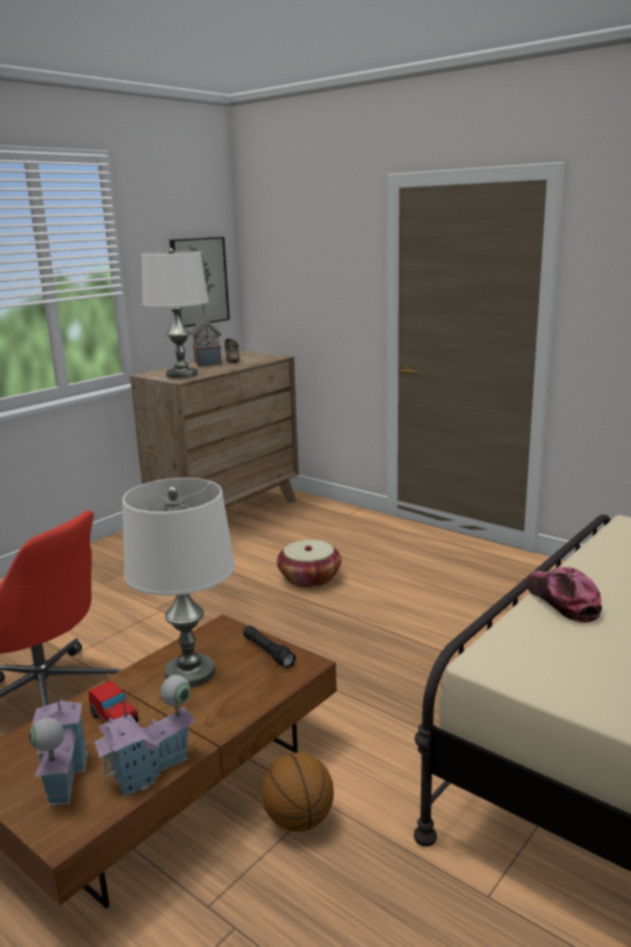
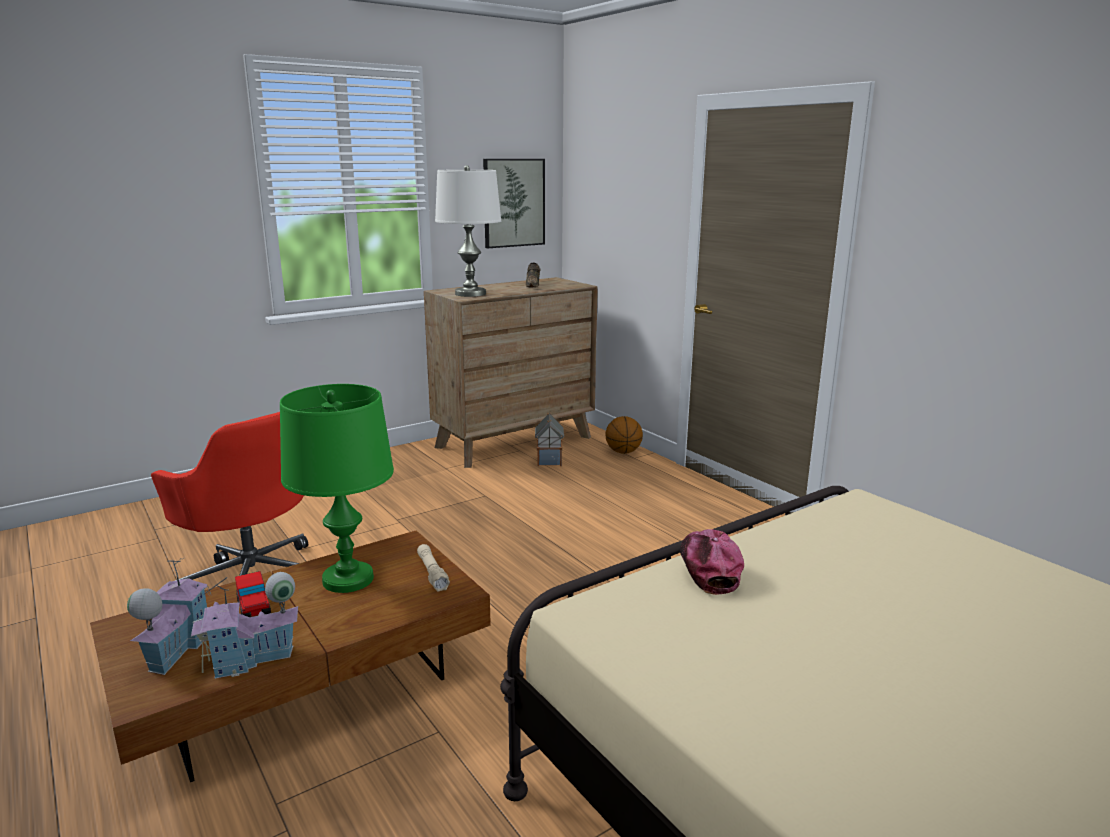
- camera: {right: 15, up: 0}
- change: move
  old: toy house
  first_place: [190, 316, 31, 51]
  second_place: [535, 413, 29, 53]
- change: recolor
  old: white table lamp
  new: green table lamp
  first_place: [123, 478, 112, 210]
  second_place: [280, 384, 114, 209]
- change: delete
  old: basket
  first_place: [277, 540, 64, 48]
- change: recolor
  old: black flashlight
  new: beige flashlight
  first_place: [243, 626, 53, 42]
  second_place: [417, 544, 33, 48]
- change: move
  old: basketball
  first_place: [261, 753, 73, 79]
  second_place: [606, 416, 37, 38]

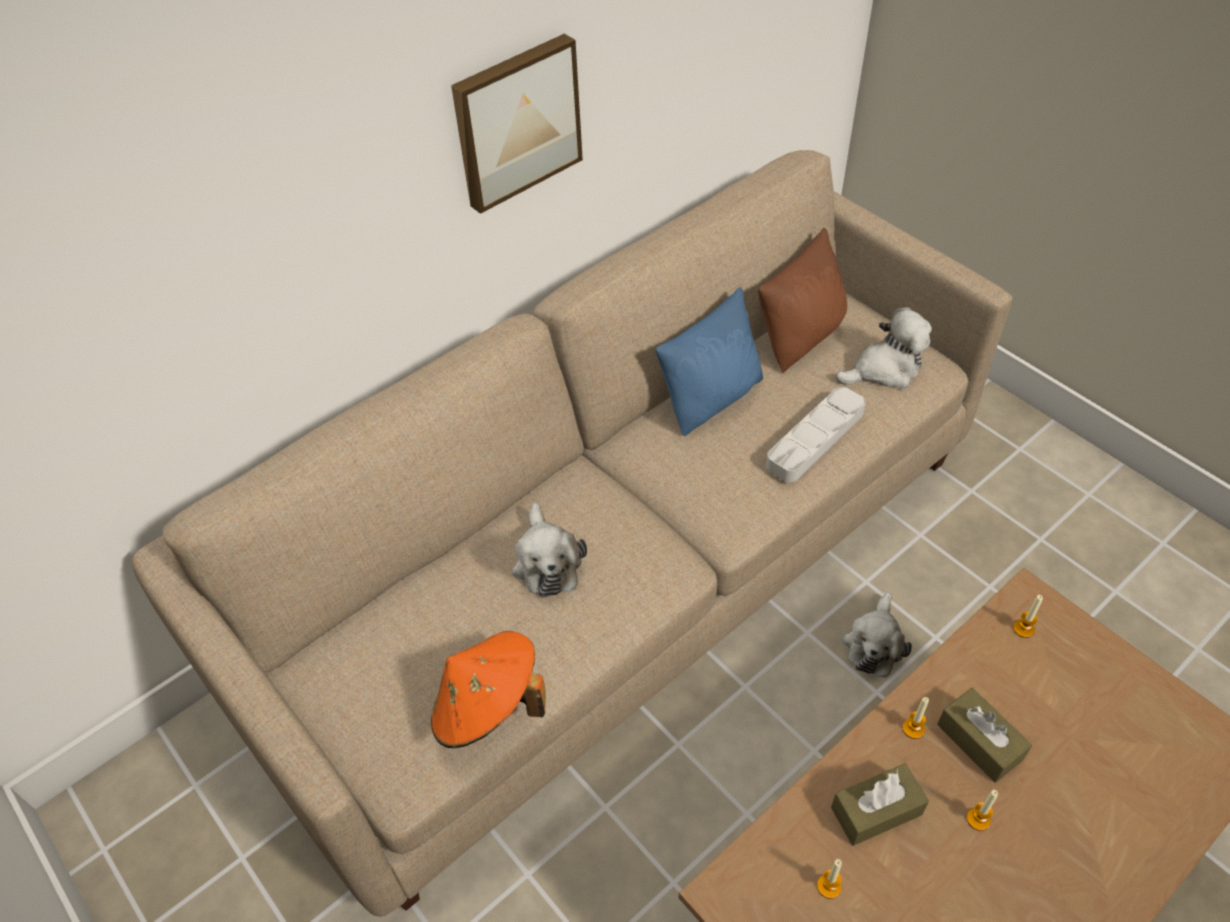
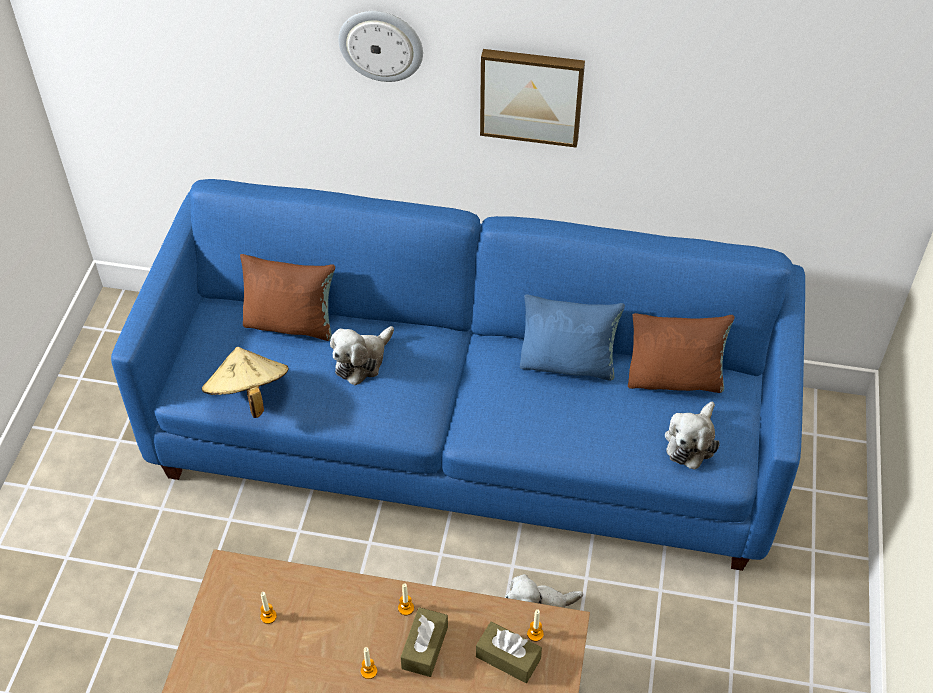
- camera: {right: 50, up: 0}
- change: recolor
  old: beige sofa
  new: blue sofa
  first_place: [132, 150, 880, 767]
  second_place: [111, 179, 694, 392]
- change: rotate
  old: plush toy
  first_place: [835, 307, 97, 82]
  second_place: [665, 402, 55, 68]
  degrees: 90
- change: delete
  old: grey tray
  first_place: [766, 387, 100, 95]
- change: recolor
  old: orange hat
  new: beige hat
  first_place: [431, 631, 115, 117]
  second_place: [202, 347, 87, 71]
- change: move
  old: brown tissue box
  first_place: [831, 763, 98, 83]
  second_place: [476, 621, 66, 62]
- change: insert
  new: wall clock
  second_place: [338, 11, 85, 71]
- change: insert
  new: brown pillow
  second_place: [240, 254, 95, 87]

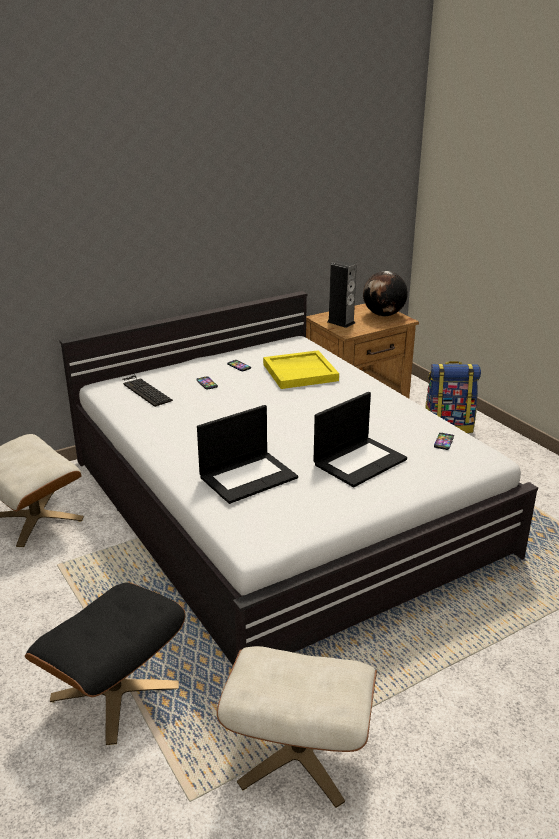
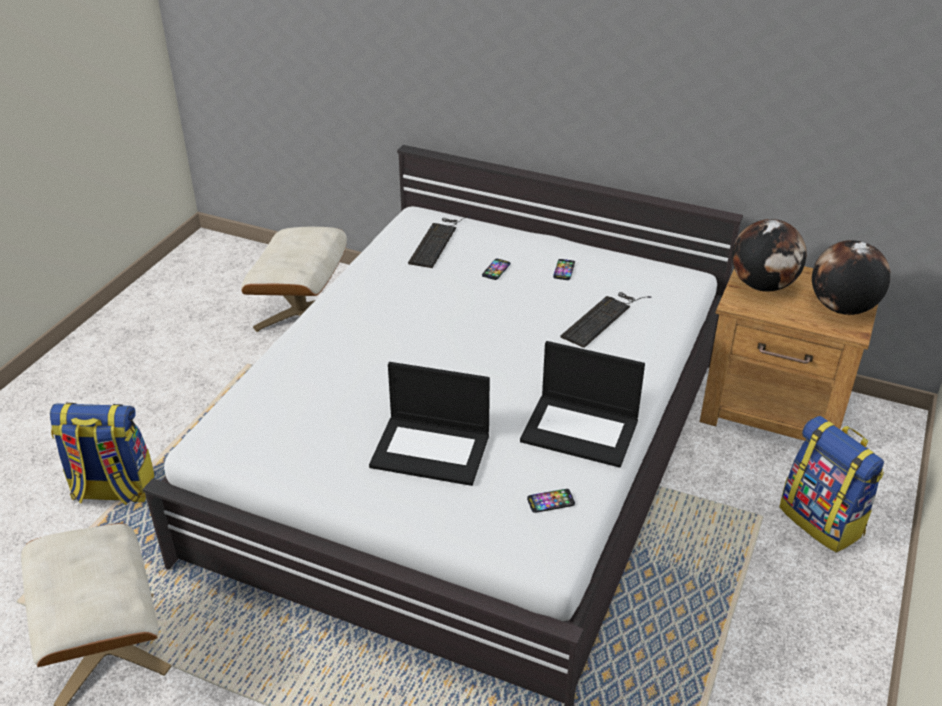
- camera: {right: 55, up: 10}
- change: replace
  old: speaker
  new: globe
  first_place: [327, 260, 29, 68]
  second_place: [732, 219, 75, 73]
- change: replace
  old: yellow tray
  new: keyboard
  first_place: [263, 350, 76, 39]
  second_place: [561, 292, 90, 56]
- change: move
  old: laptop
  first_place: [197, 405, 101, 99]
  second_place: [520, 341, 125, 127]
- change: replace
  old: black ottoman
  new: backpack
  first_place: [25, 583, 160, 162]
  second_place: [50, 403, 105, 102]

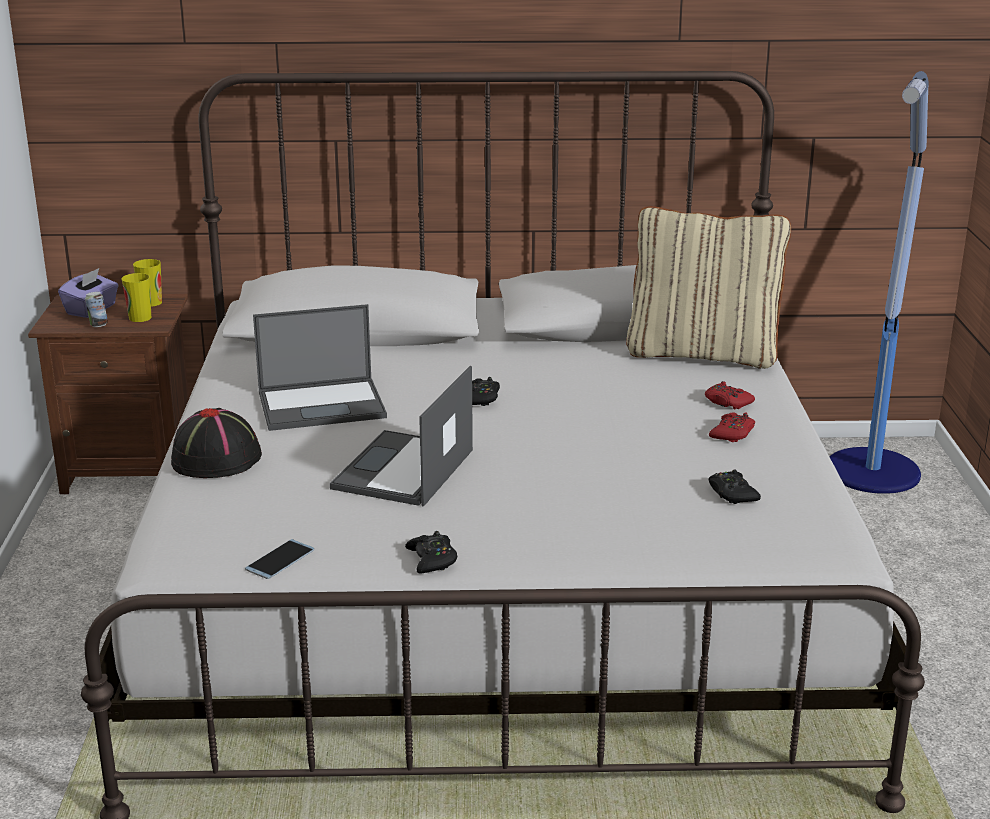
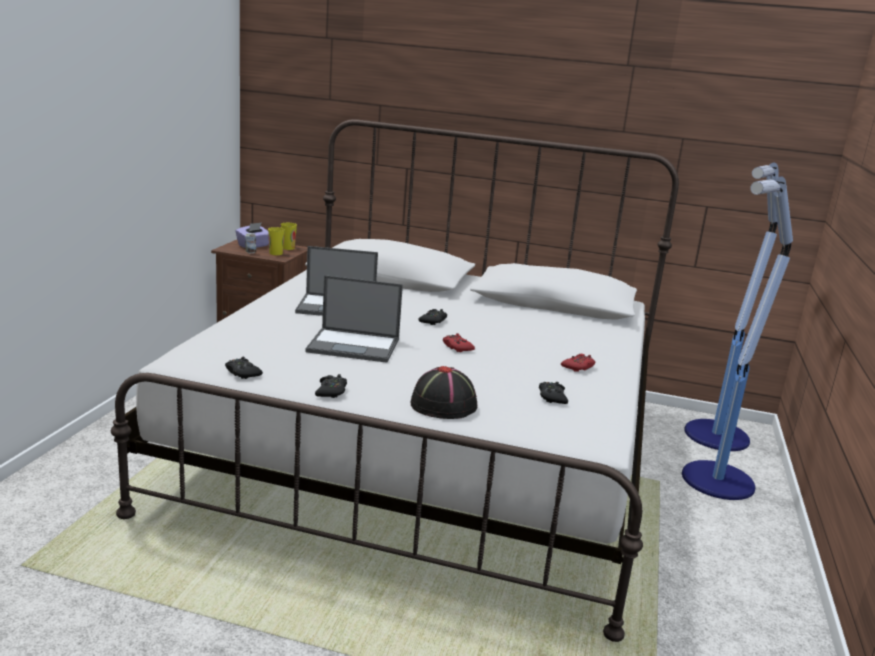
- camera: {right: 15, up: -5}
- change: delete
  old: beige pillow
  first_place: [626, 206, 165, 163]
- change: rotate
  old: laptop
  first_place: [330, 366, 143, 140]
  second_place: [305, 275, 98, 88]
  degrees: -120
- change: move
  old: red game controller
  first_place: [705, 381, 50, 28]
  second_place: [443, 333, 32, 19]
- change: move
  old: black hat
  first_place: [171, 408, 91, 70]
  second_place: [411, 366, 66, 53]
- change: replace
  old: phone
  new: black game controller
  first_place: [245, 539, 70, 40]
  second_place: [225, 357, 38, 22]
- change: insert
  new: floor lamp
  second_place: [682, 176, 111, 324]

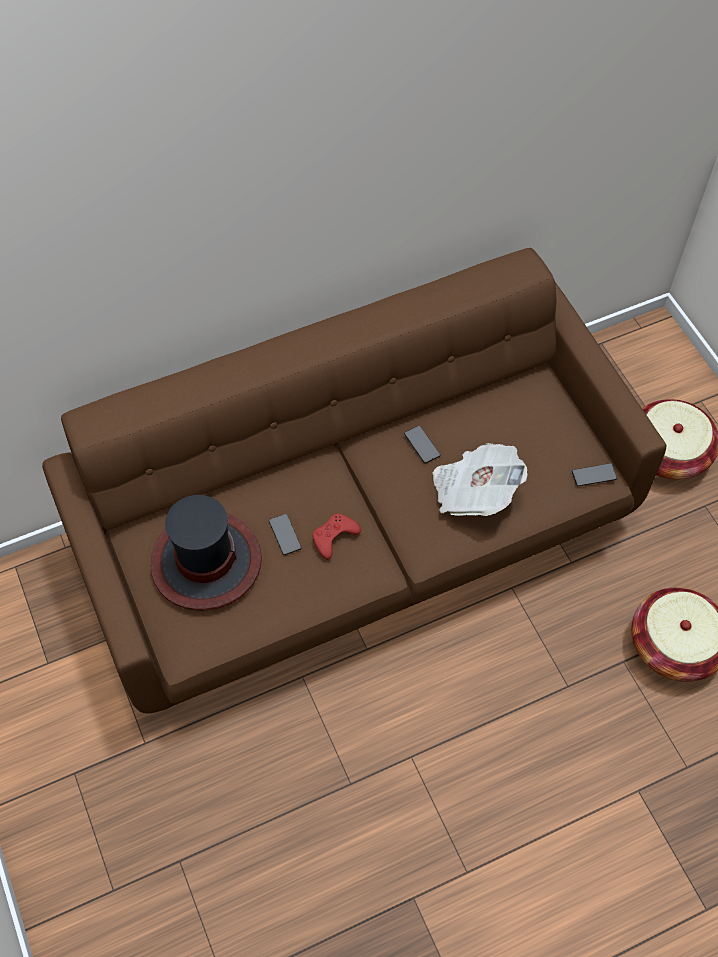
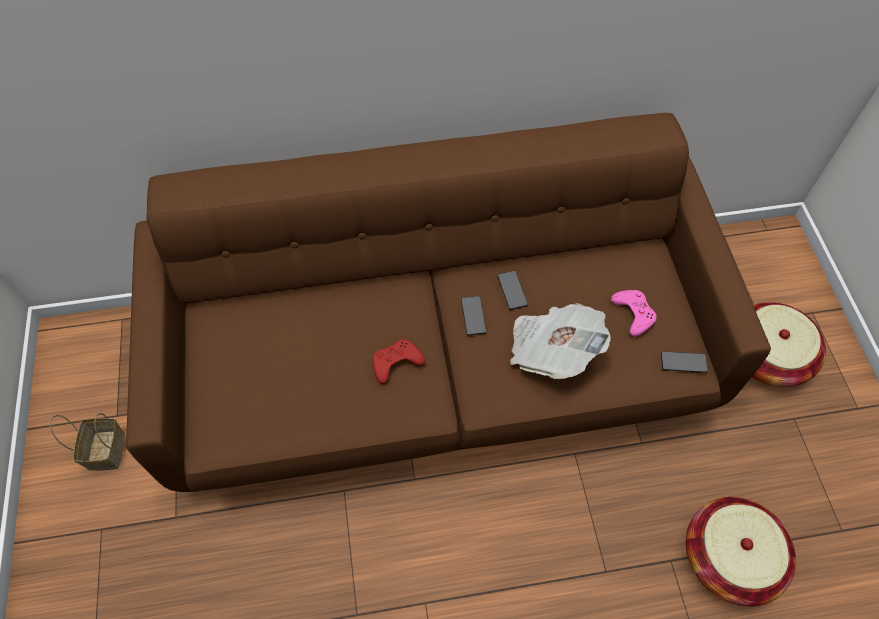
- camera: {right: 15, up: 0}
- change: delete
  old: hat
  first_place: [150, 495, 112, 116]
- change: move
  old: phone
  first_place: [269, 514, 33, 41]
  second_place: [461, 296, 26, 40]
- change: insert
  new: pink game controller
  second_place: [611, 290, 46, 47]
- change: insert
  new: basket
  second_place: [50, 413, 75, 58]

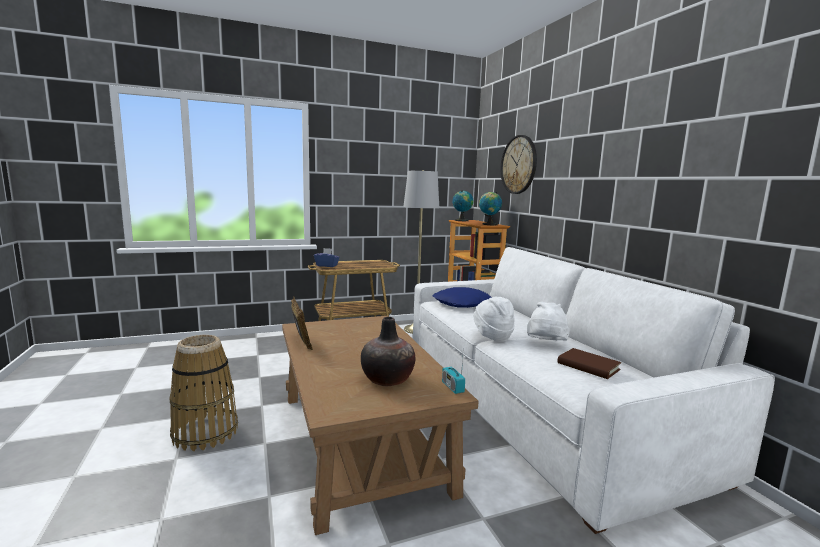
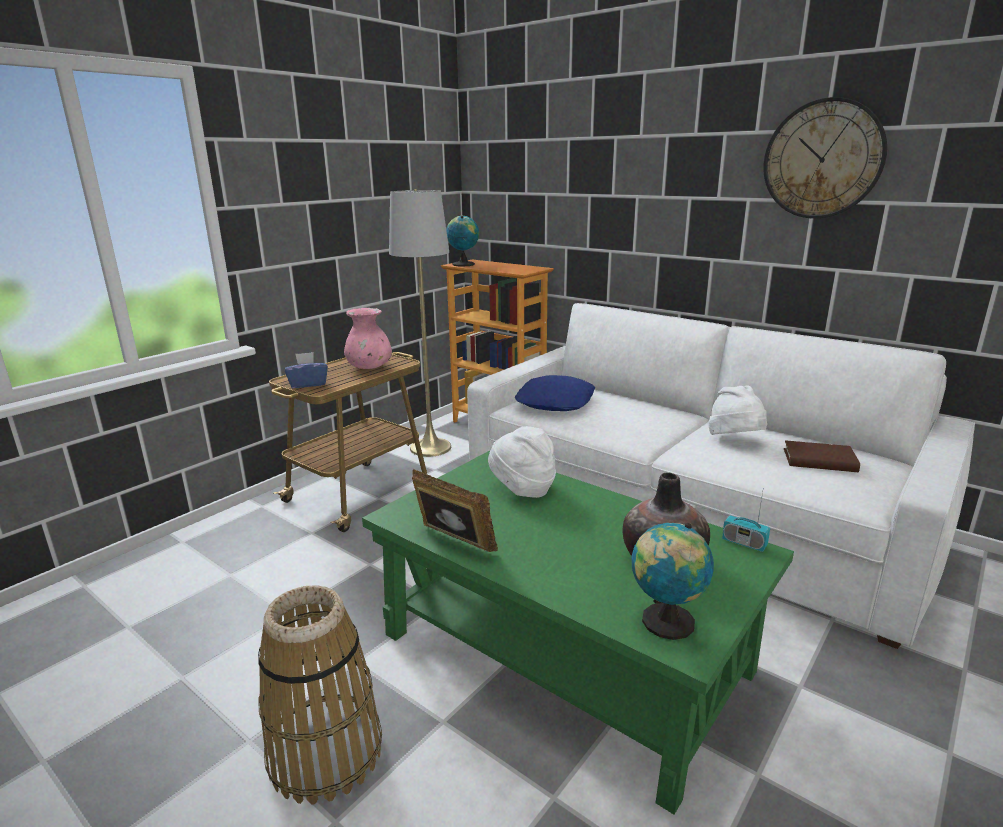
- camera: {right: -30, up: 10}
- change: move
  old: wall clock
  first_place: [501, 135, 36, 59]
  second_place: [763, 97, 124, 122]
- change: move
  old: globe
  first_place: [479, 192, 23, 33]
  second_place: [632, 523, 82, 117]
- change: move
  old: white hat
  first_place: [473, 296, 42, 46]
  second_place: [488, 426, 68, 72]
- change: recolor
  old: brown coffee table
  new: green coffee table
  first_place: [282, 316, 197, 219]
  second_place: [362, 451, 432, 364]
- change: insert
  new: pink vase
  second_place: [344, 308, 48, 61]

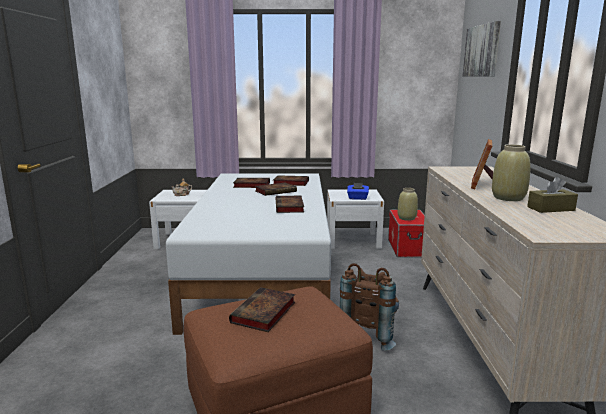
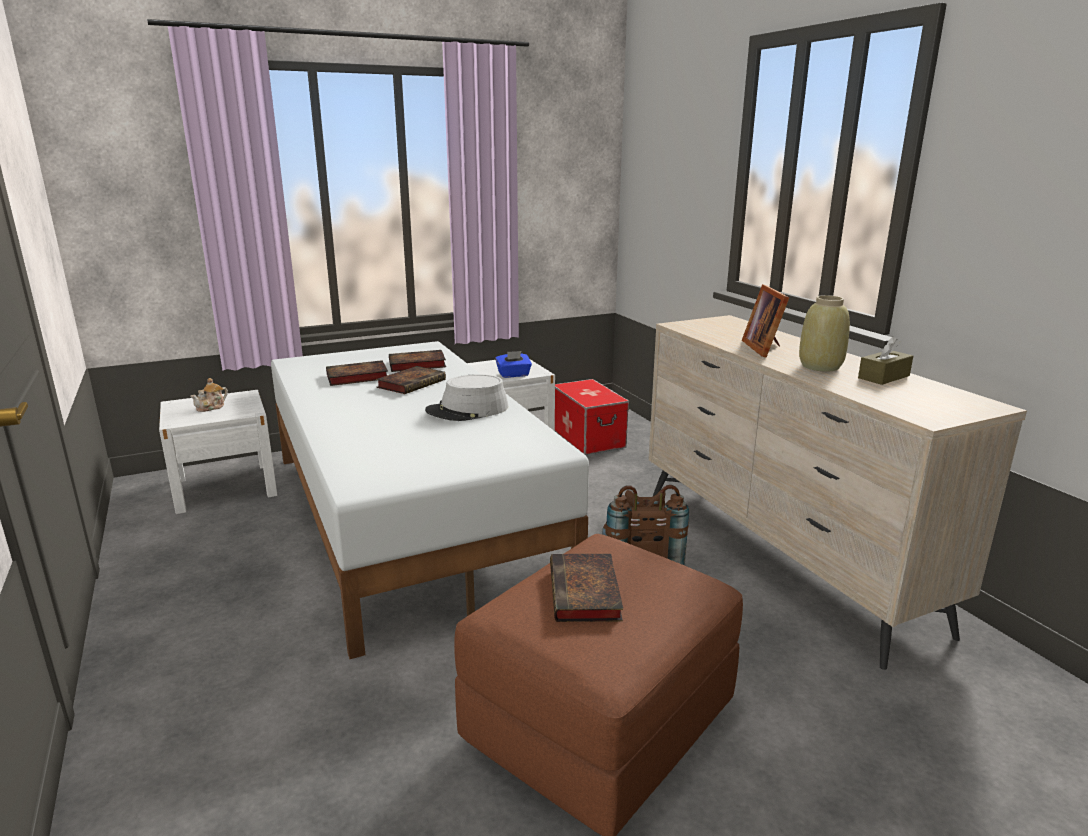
- camera: {right: -25, up: 5}
- change: delete
  old: picture
  first_place: [463, 21, 38, 56]
- change: delete
  old: beige vase
  first_place: [398, 188, 20, 33]
- change: replace
  old: book
  new: grey hat
  first_place: [276, 196, 28, 17]
  second_place: [425, 374, 83, 47]

